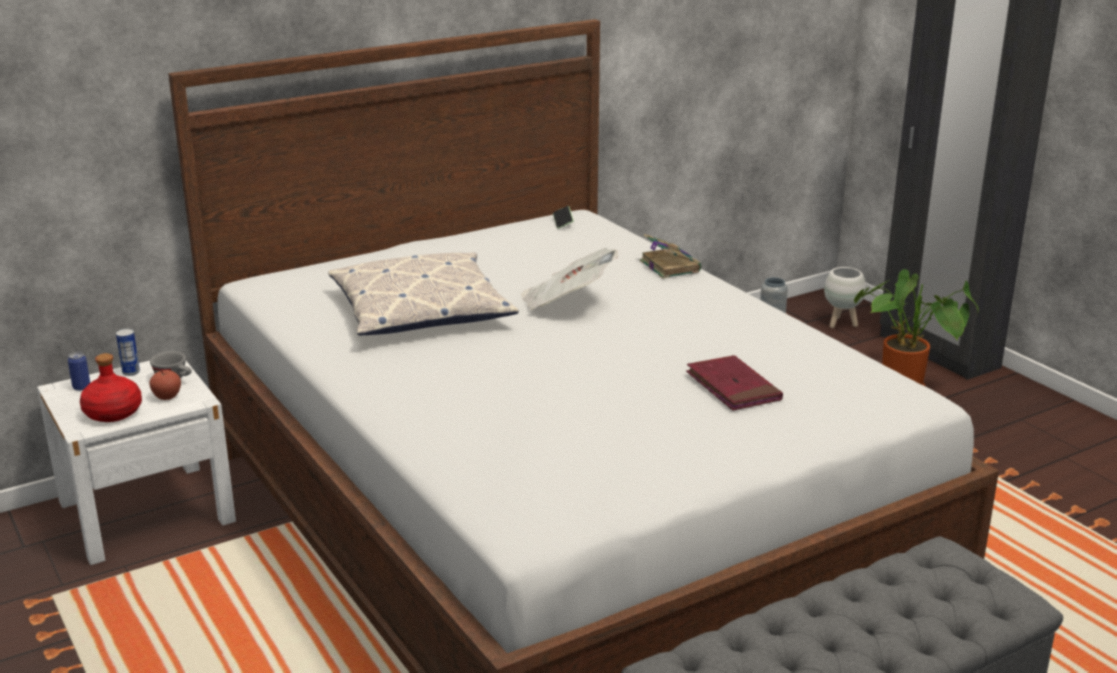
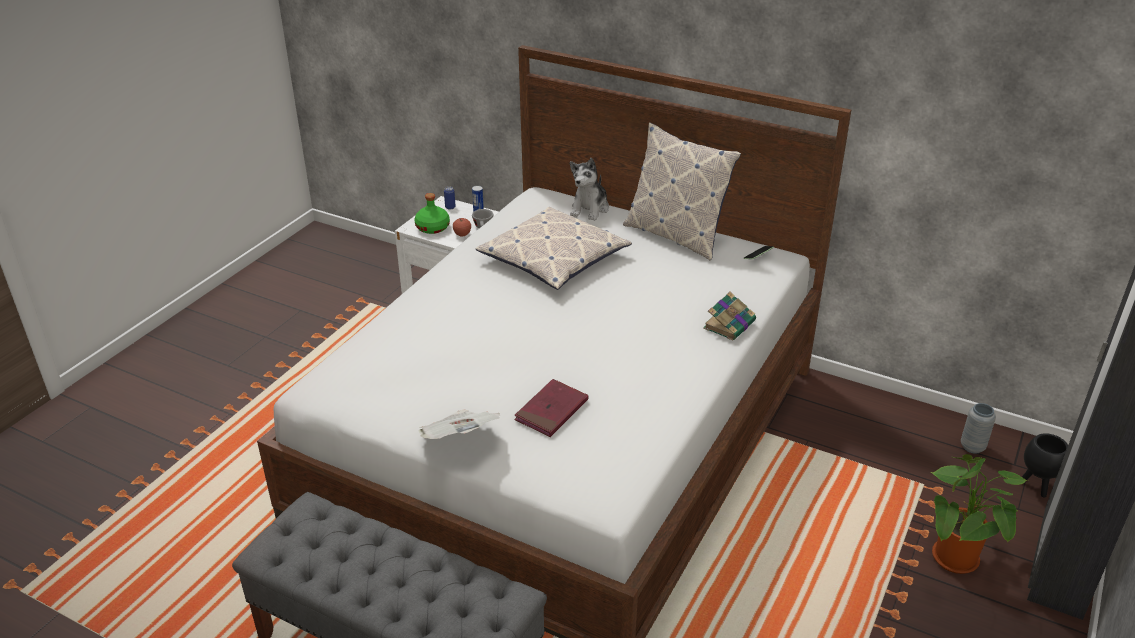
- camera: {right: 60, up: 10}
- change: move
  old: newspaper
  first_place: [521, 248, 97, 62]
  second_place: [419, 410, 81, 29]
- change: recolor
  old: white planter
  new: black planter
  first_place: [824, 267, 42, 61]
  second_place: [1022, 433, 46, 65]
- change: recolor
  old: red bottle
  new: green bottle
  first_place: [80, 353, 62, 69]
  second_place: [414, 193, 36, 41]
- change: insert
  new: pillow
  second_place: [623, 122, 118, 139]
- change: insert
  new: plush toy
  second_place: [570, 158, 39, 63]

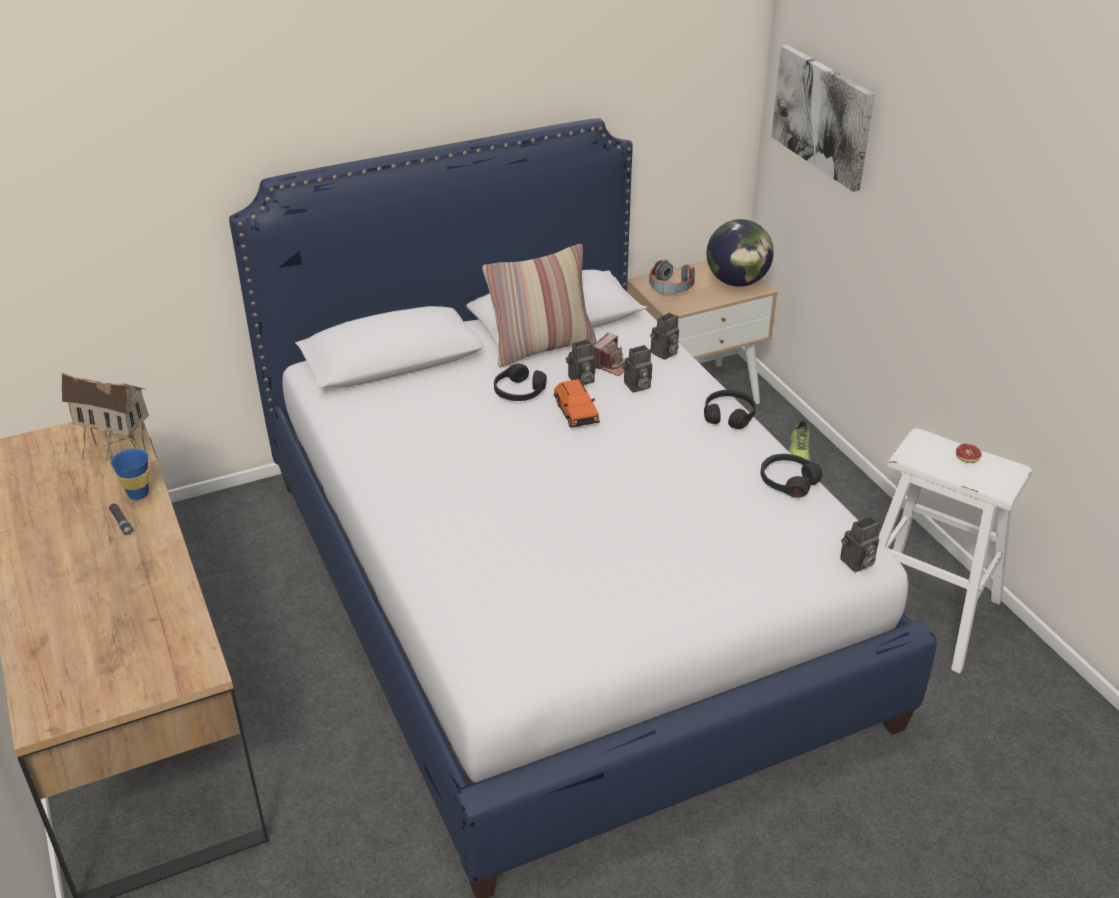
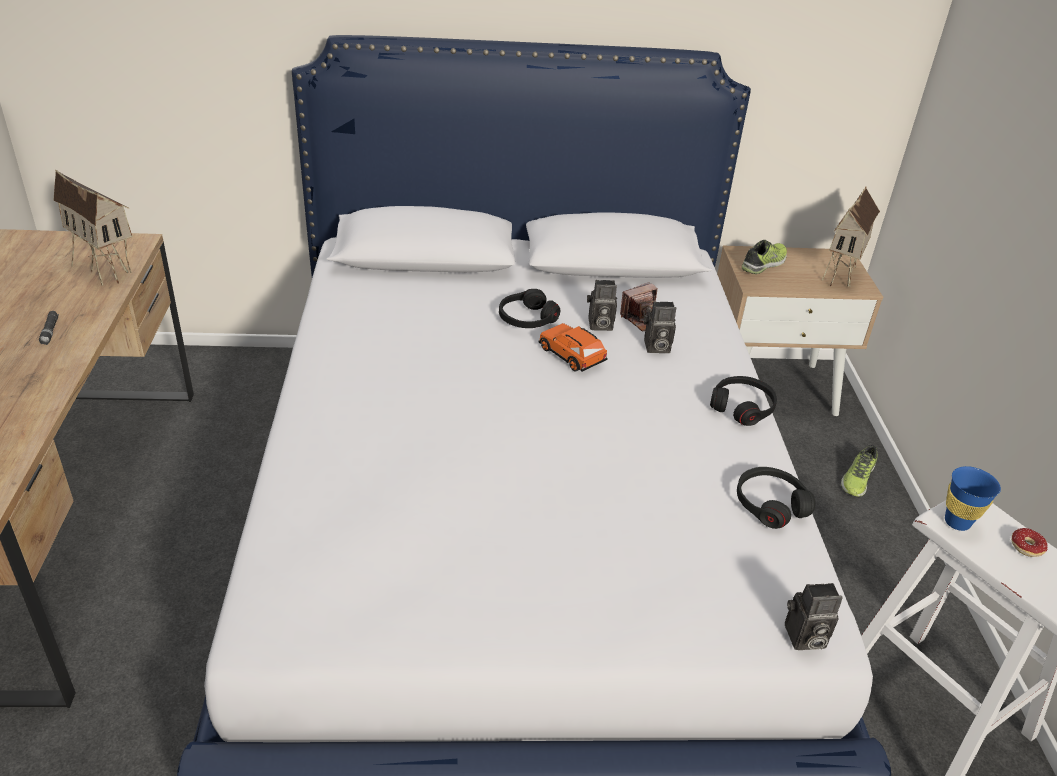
- camera: {right: 20, up: 0}
- change: delete
  old: picture
  first_place: [771, 45, 104, 147]
- change: replace
  old: globe
  new: toy house
  first_place: [707, 219, 67, 67]
  second_place: [822, 187, 58, 101]
- change: delete
  old: pillow
  first_place: [483, 244, 114, 124]
- change: replace
  old: headphones
  new: shoe
  first_place: [649, 260, 46, 34]
  second_place: [742, 240, 45, 34]
- change: delete
  old: photo camera
  first_place: [650, 313, 29, 47]
- change: rotate
  old: orange toy car
  first_place: [554, 379, 46, 49]
  second_place: [539, 323, 69, 49]
  degrees: 135
- change: move
  old: blue cup
  first_place: [111, 449, 39, 51]
  second_place: [945, 466, 56, 65]

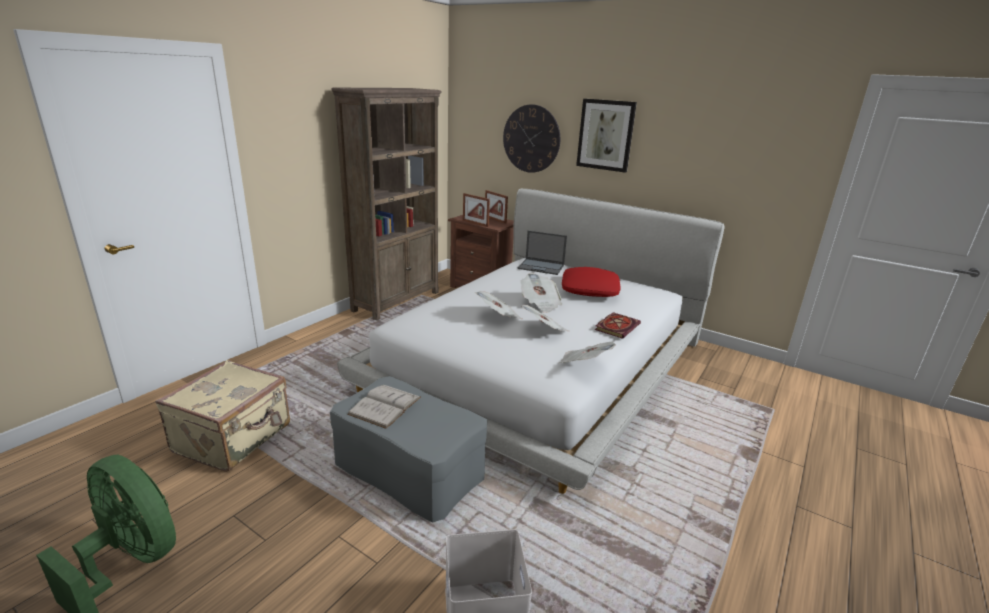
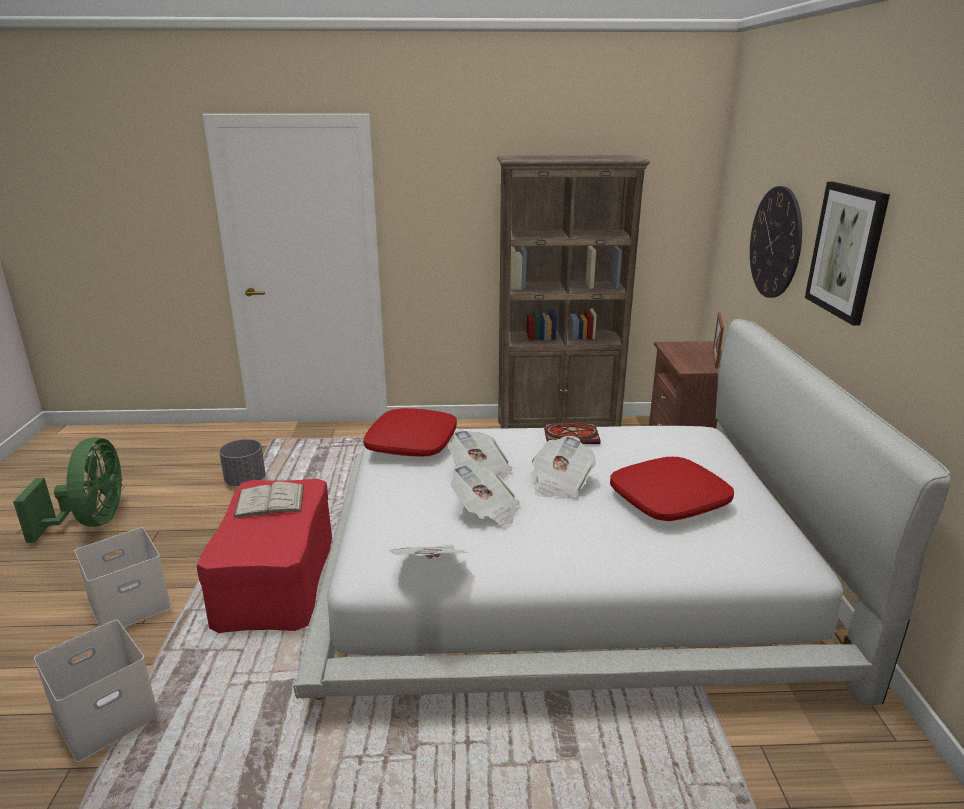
- camera: {right: 55, up: 0}
- change: delete
  old: picture frame
  first_place: [463, 193, 27, 34]
- change: delete
  old: laptop
  first_place: [518, 231, 49, 44]
- change: move
  old: book
  first_place: [595, 312, 46, 27]
  second_place: [544, 423, 57, 21]
- change: replace
  old: beige suitcase
  new: grey planter
  first_place: [155, 360, 135, 112]
  second_place: [219, 439, 46, 47]
- change: recolor
  old: grey ottoman
  new: red ottoman
  first_place: [330, 376, 157, 147]
  second_place: [197, 479, 135, 154]
- change: insert
  new: red pillow
  second_place: [363, 408, 94, 49]
- change: insert
  new: white storage box
  second_place: [74, 528, 98, 100]

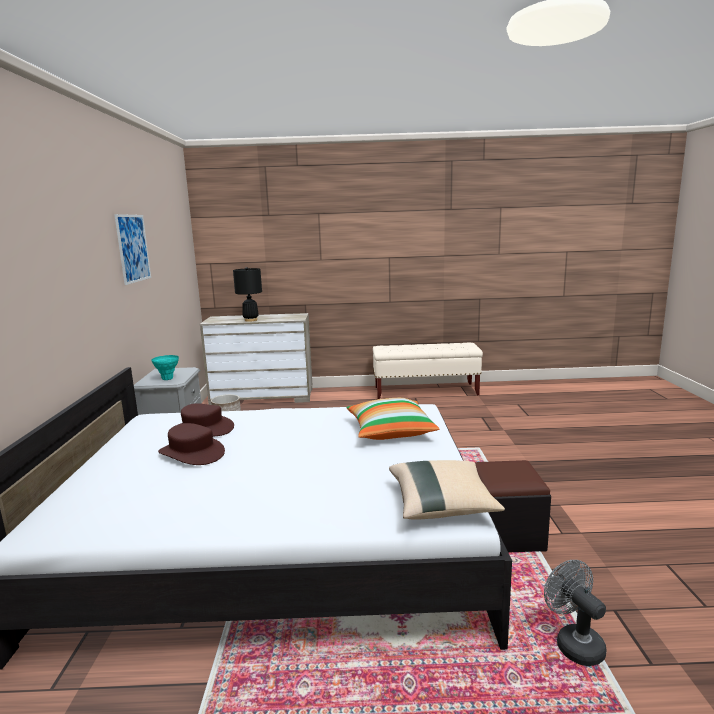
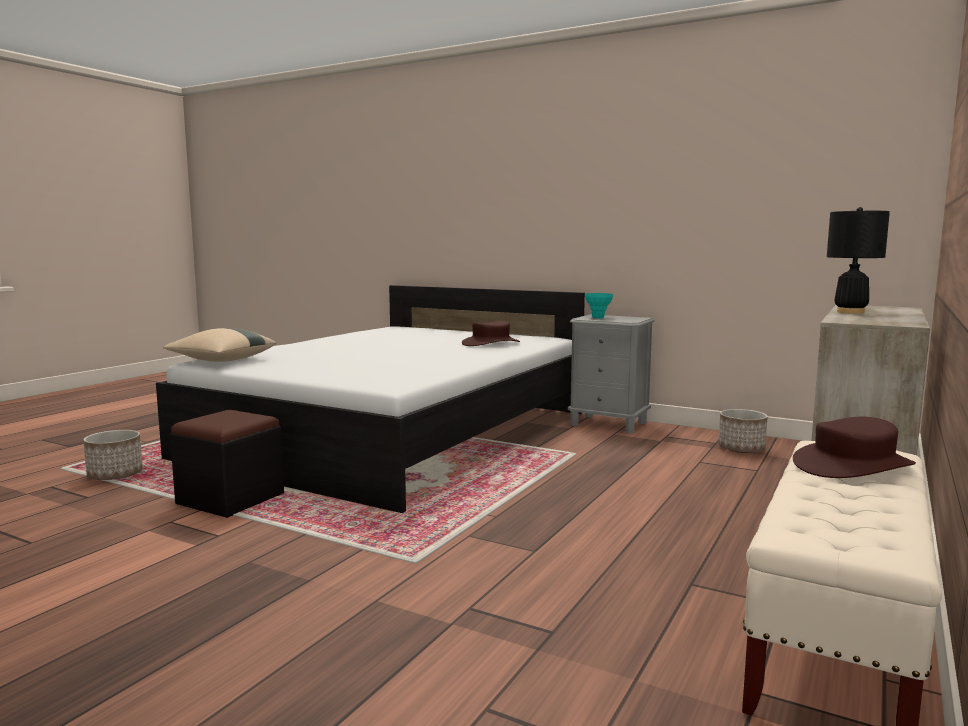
- camera: {right: 120, up: -5}
- change: delete
  old: picture
  first_place: [114, 214, 37, 71]
- change: delete
  old: pillow
  first_place: [346, 398, 94, 42]
- change: move
  old: brown hat
  first_place: [158, 423, 67, 42]
  second_place: [793, 417, 123, 61]
- change: replace
  old: grey fan
  new: planter
  first_place: [544, 560, 63, 106]
  second_place: [83, 430, 60, 50]

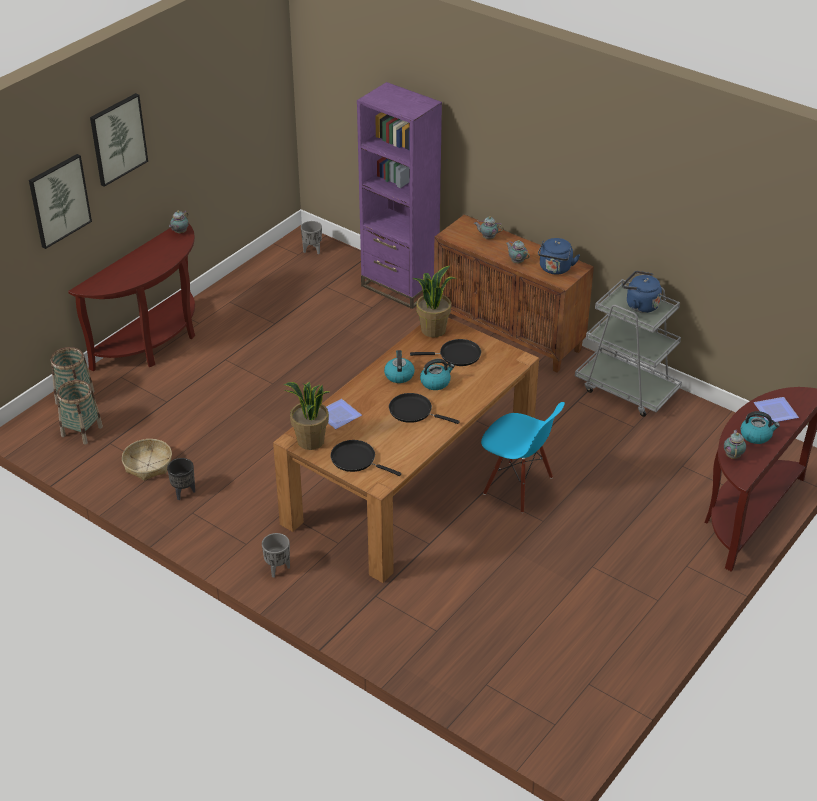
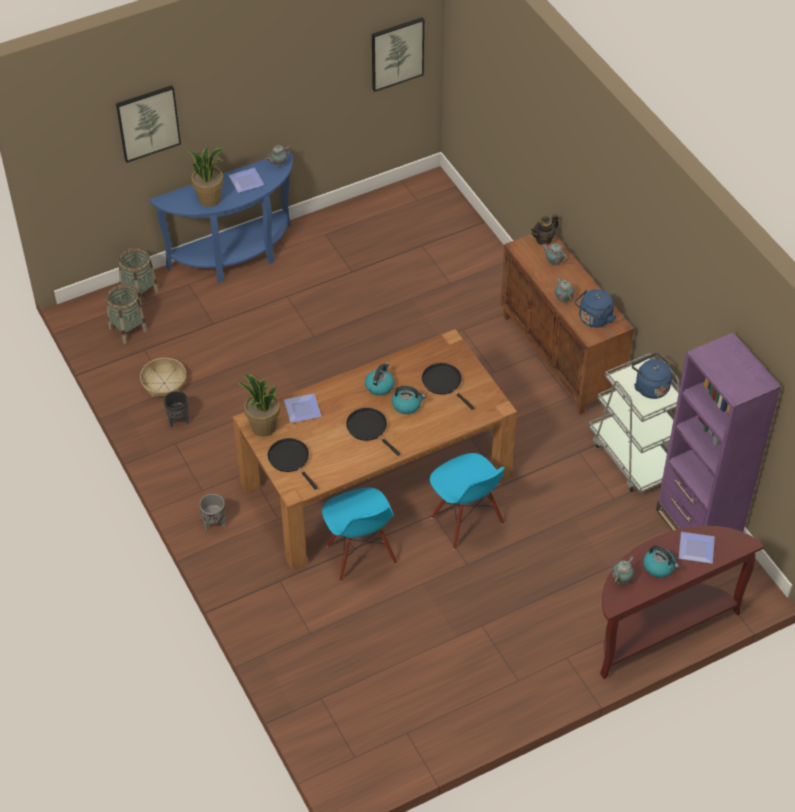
- camera: {right: 25, up: 10}
- change: move
  old: purple bookcase
  first_place: [357, 82, 85, 227]
  second_place: [656, 332, 125, 200]
- change: move
  old: picture
  first_place: [90, 93, 58, 94]
  second_place: [372, 17, 52, 75]
- change: delete
  old: grey planter
  first_place: [301, 221, 21, 33]
- change: recolor
  old: brown console table
  new: blue console table
  first_place: [68, 224, 127, 148]
  second_place: [150, 151, 143, 131]
- change: move
  old: potted plant
  first_place: [413, 266, 44, 71]
  second_place: [187, 148, 37, 59]
- change: rotate
  old: black frying pan
  first_place: [410, 339, 71, 27]
  second_place: [422, 363, 52, 47]
  degrees: -150
- change: insert
  new: plate
  second_place: [228, 168, 36, 25]
- change: insert
  new: teapot
  second_place: [531, 214, 28, 31]
- change: insert
  new: blue chair
  second_place: [322, 488, 75, 94]

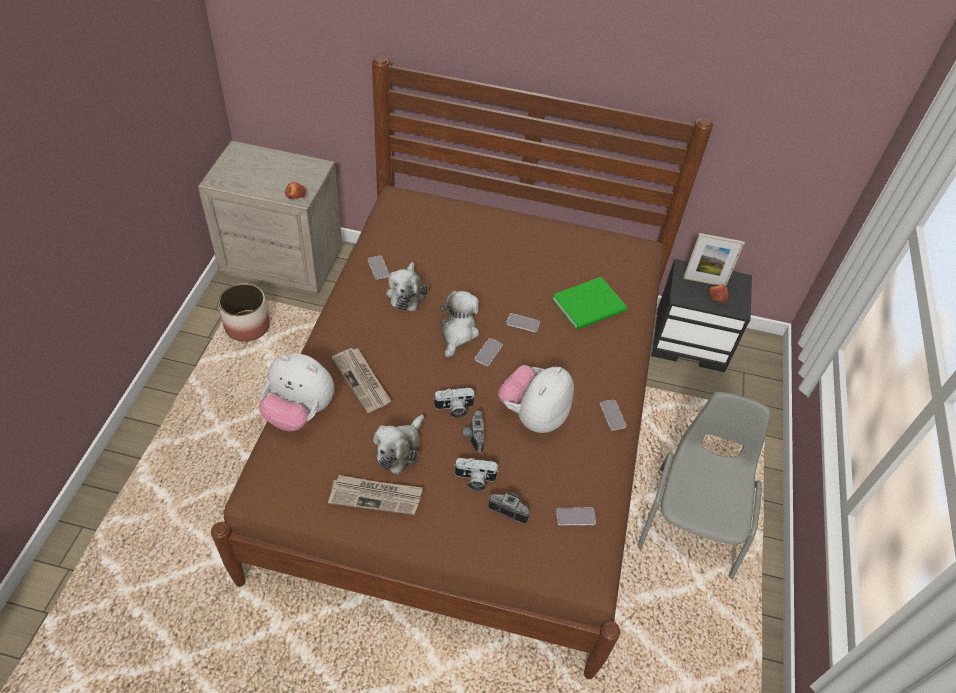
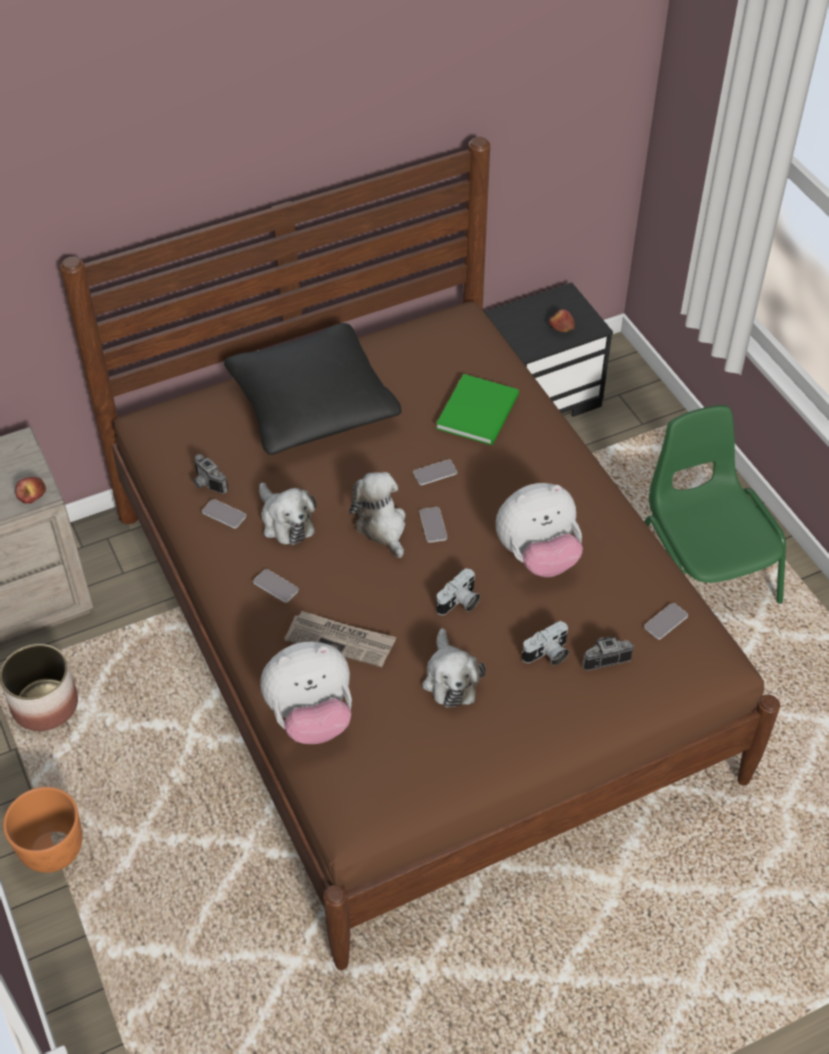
- camera: {right: -35, up: 0}
- change: delete
  old: picture frame
  first_place: [683, 233, 61, 53]
- change: rotate
  old: plush toy
  first_place: [498, 365, 76, 68]
  second_place: [496, 483, 87, 94]
  degrees: -105
- change: recolor
  old: grey chair
  new: green chair
  first_place: [638, 392, 133, 187]
  second_place: [644, 405, 142, 199]
- change: move
  old: phone
  first_place: [600, 400, 26, 31]
  second_place: [253, 569, 46, 34]
- change: move
  old: photo camera
  first_place: [462, 410, 22, 43]
  second_place: [194, 454, 34, 40]
- change: delete
  old: newspaper
  first_place: [328, 475, 95, 40]
- change: insert
  new: black pillow
  second_place: [224, 323, 177, 132]
- change: insert
  new: orange planter
  second_place: [3, 787, 80, 86]

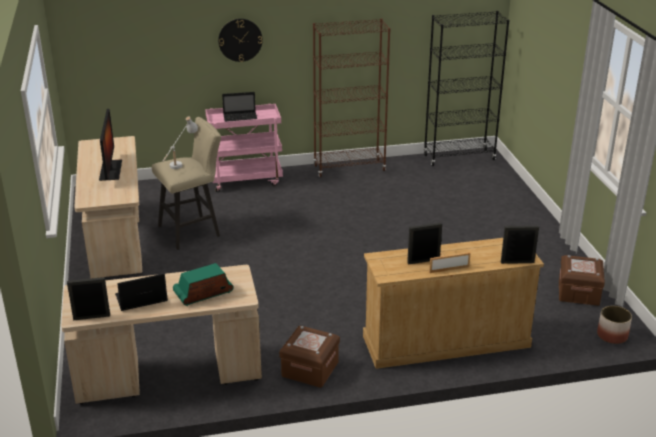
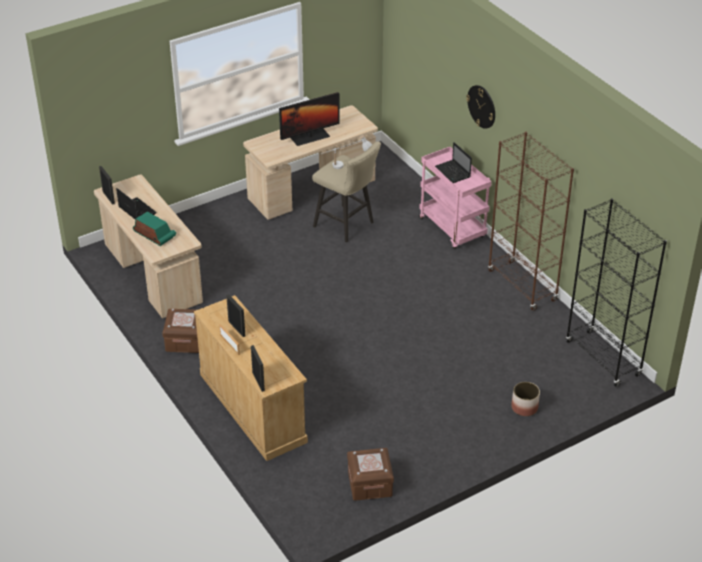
- camera: {right: 70, up: 10}
- change: move
  old: planter
  first_place: [597, 306, 35, 38]
  second_place: [511, 382, 29, 34]

